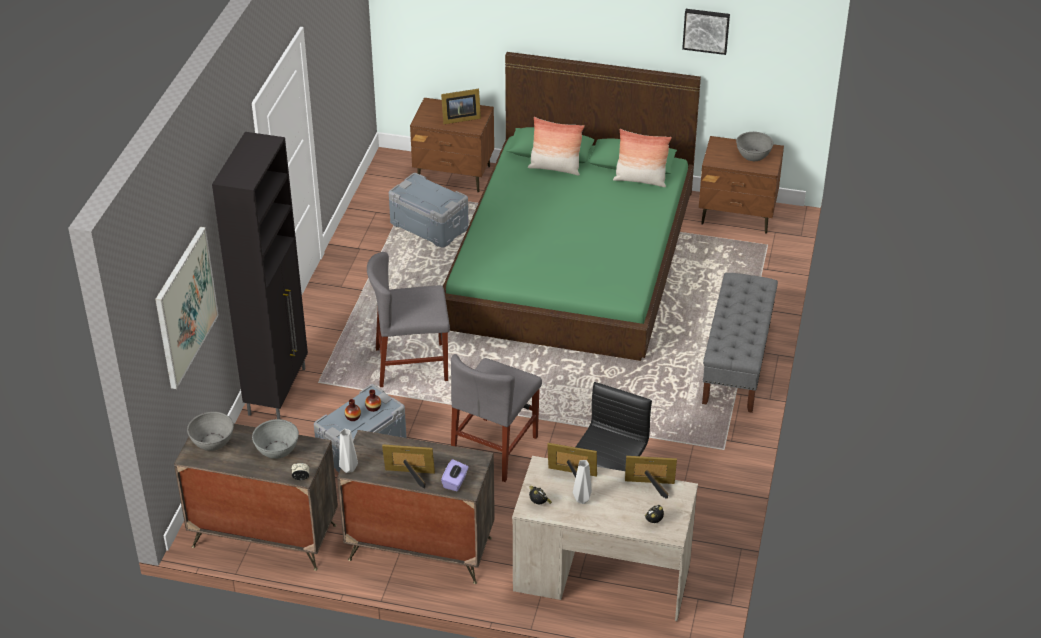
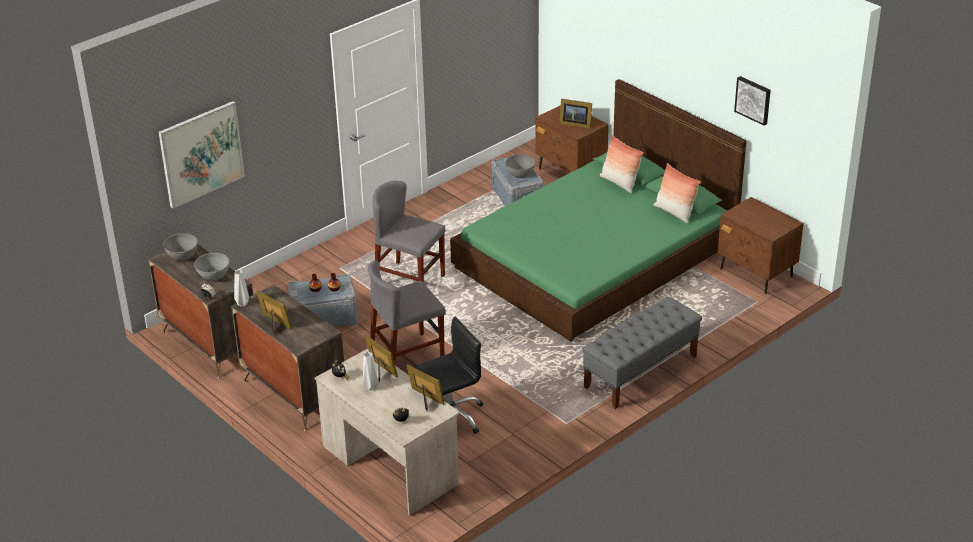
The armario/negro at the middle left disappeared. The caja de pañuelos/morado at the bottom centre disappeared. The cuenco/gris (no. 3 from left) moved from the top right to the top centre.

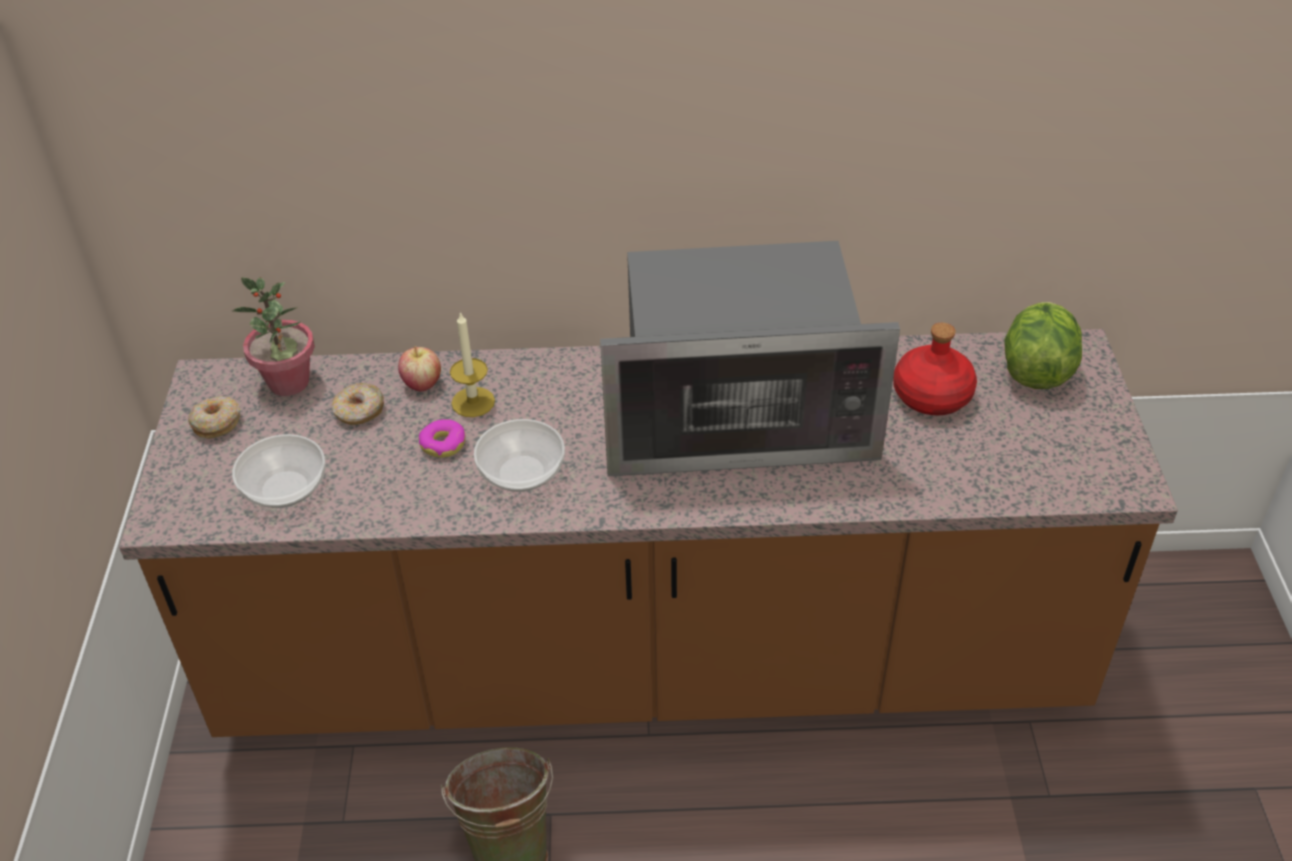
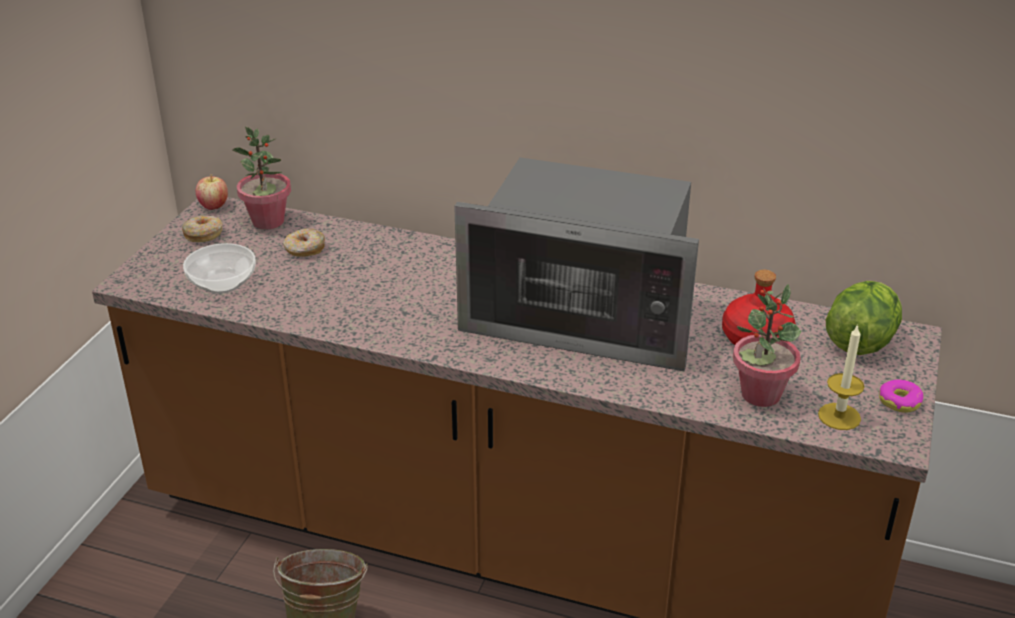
The cuenco (no. 2 from left) at the centre disappeared. The planta en maceta (no. 2 from left) at the middle right appeared. The manzana moved from the middle left to the top left. The rosquilla (no. 3 from left) moved from the centre to the middle right. The vela moved from the centre to the middle right.

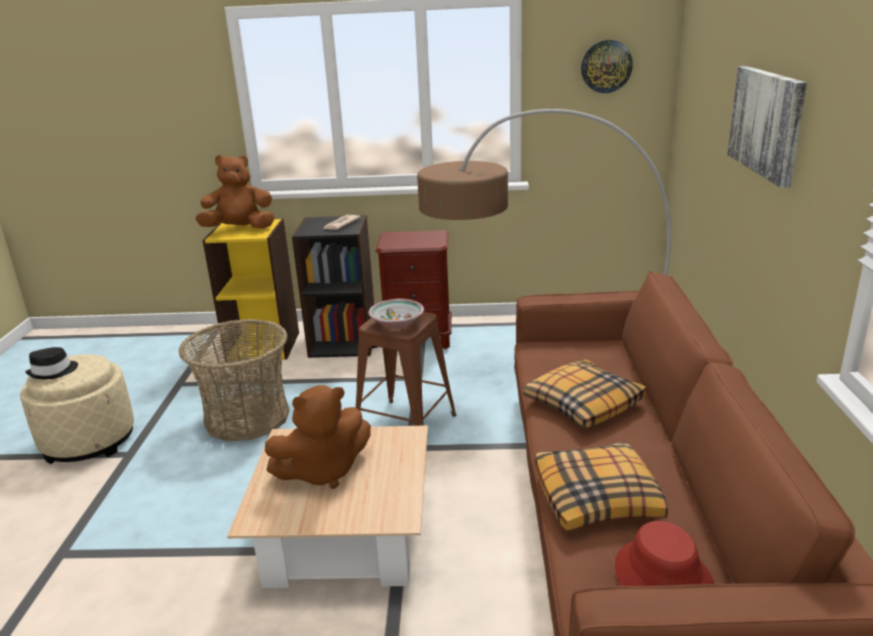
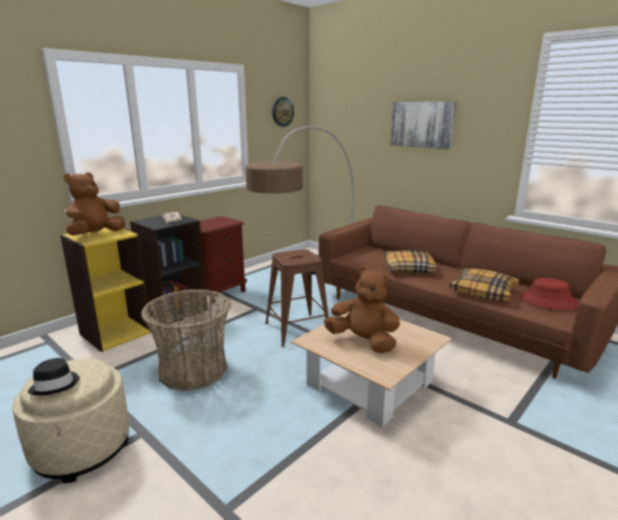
The cuenco at the centre disappeared. The peluche/marrón (no. 2 from left) at the bottom centre turned 75 degrees counterclockwise.

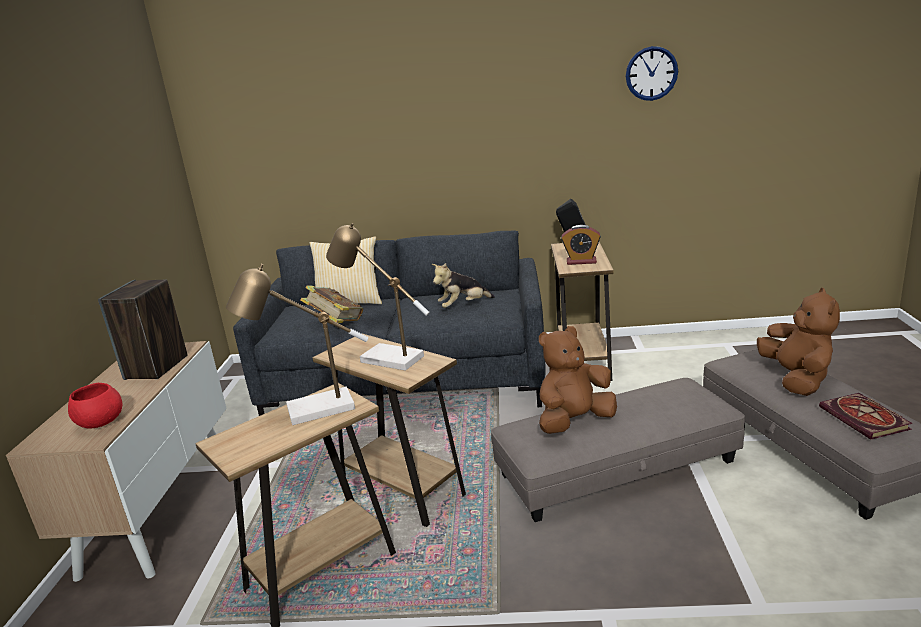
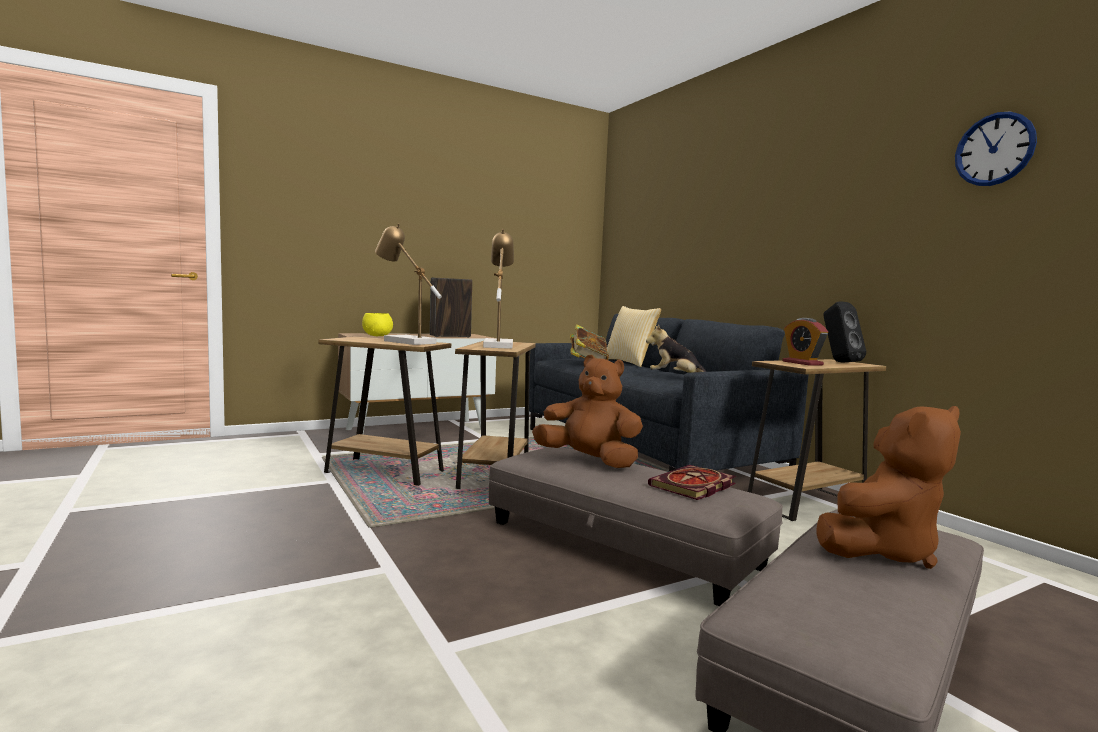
The libro (no. 2 from left) moved from the middle right to the centre. The cuenco/rojo at the middle left became the cuenco/amarillo at the centre.

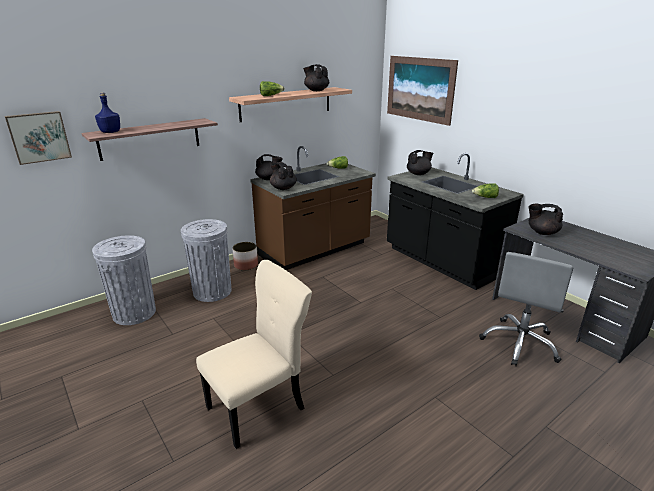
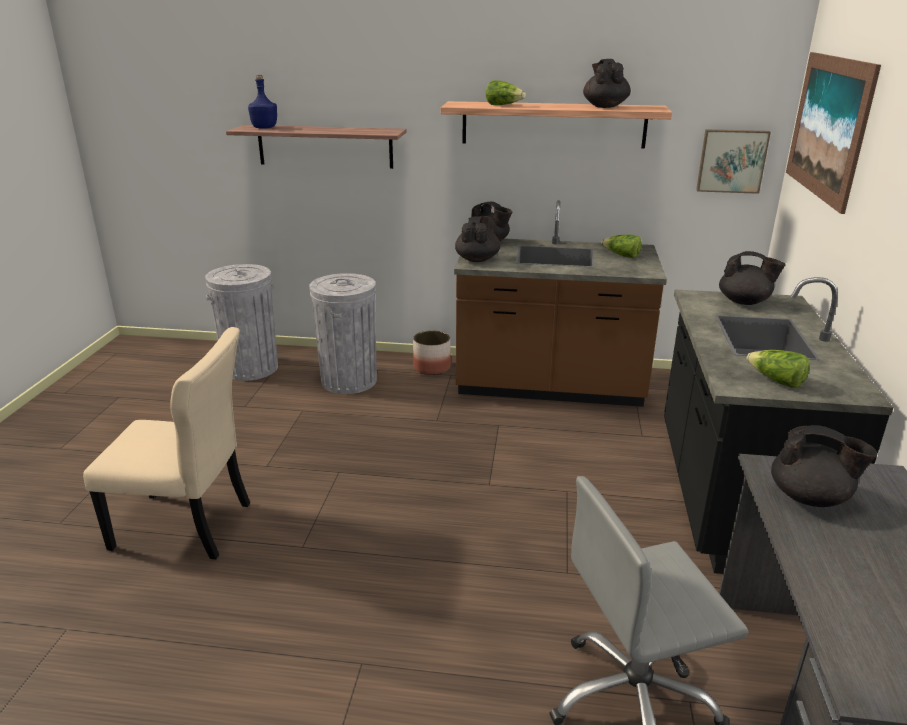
The cuadro (no. 1 from left) moved from the top left to the top right. The tetera/negro (no. 5 from left) at the middle right turned 150 degrees clockwise.

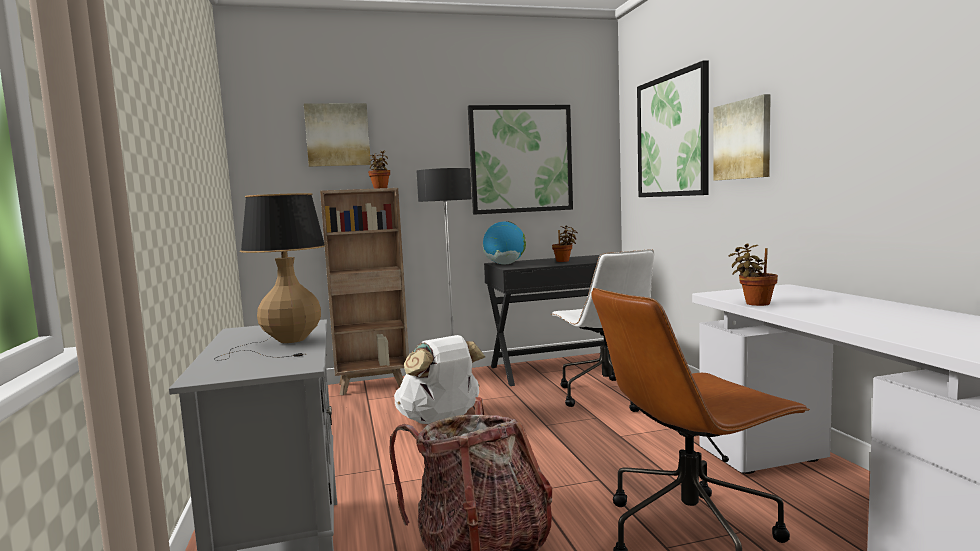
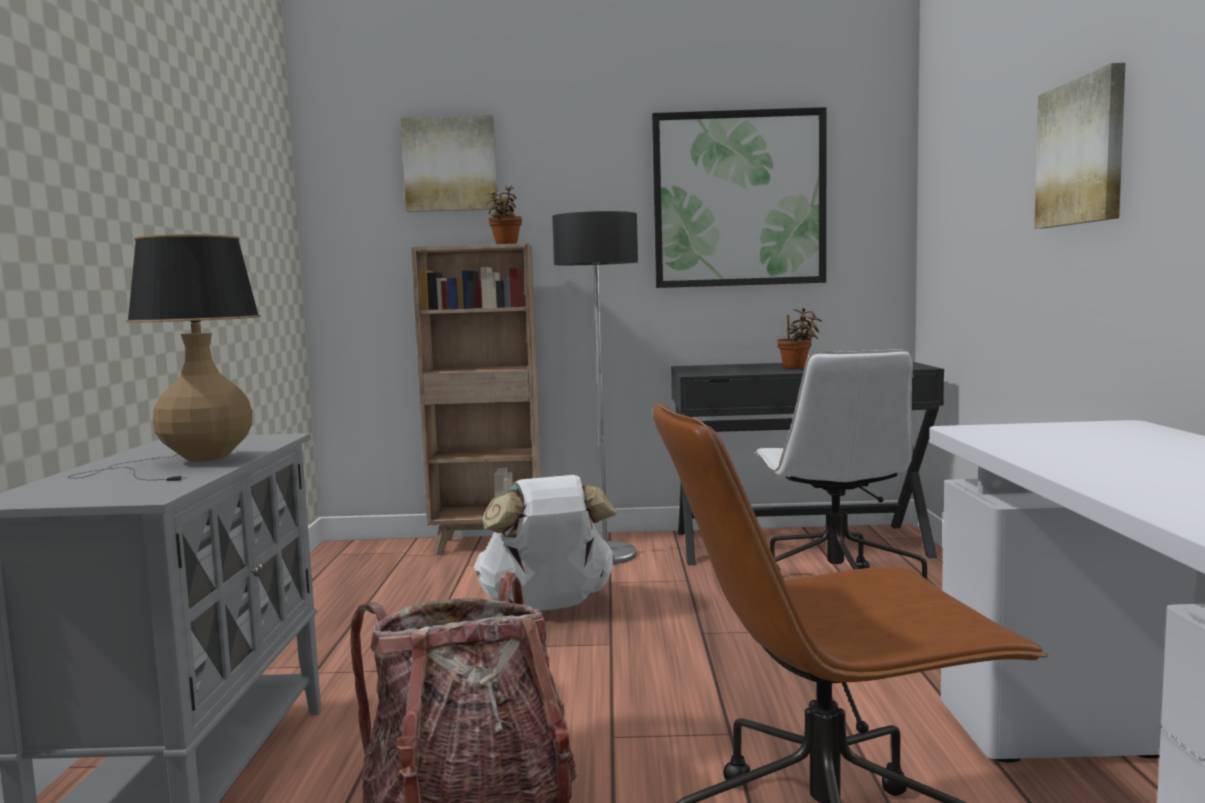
The globo terráqueo at the centre disappeared. The cuadro (no. 3 from left) at the top right disappeared. The planta en maceta (no. 3 from left) at the middle right disappeared.

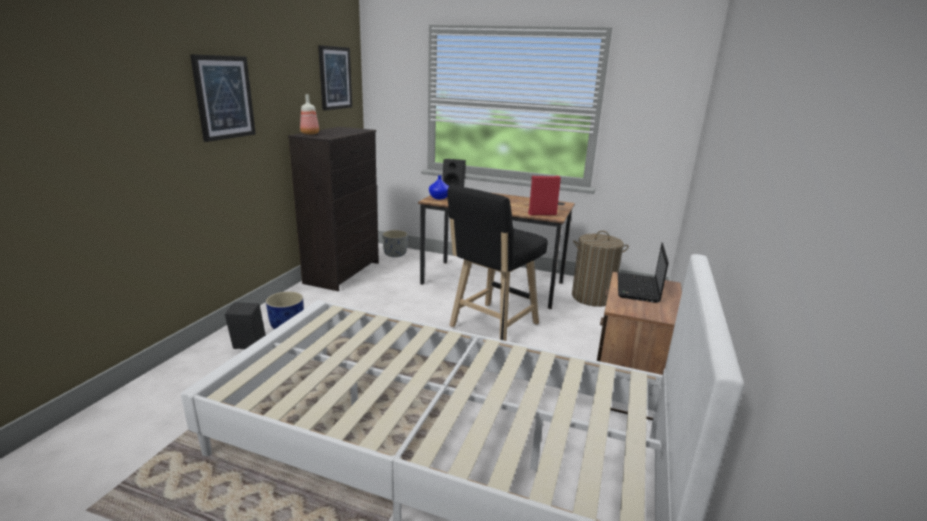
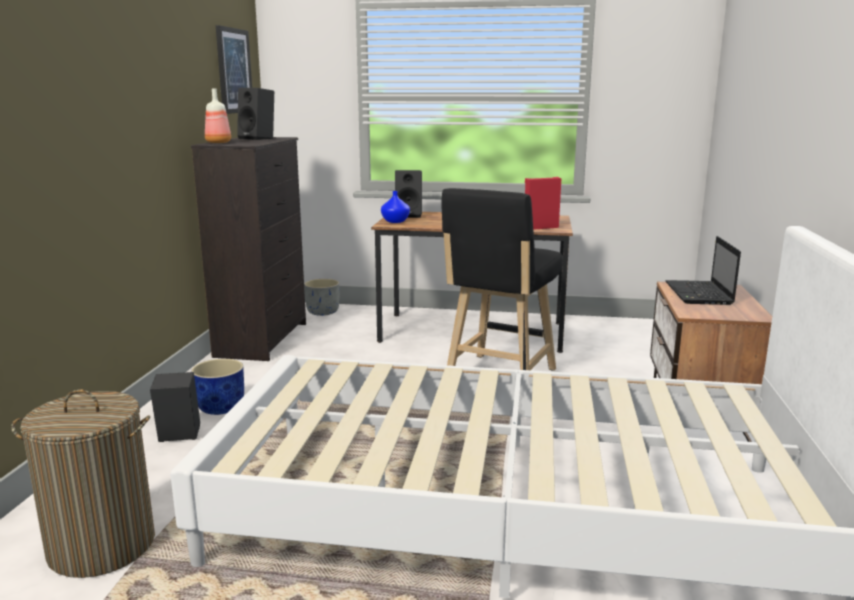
The cuadro (no. 1 from left) at the top left disappeared. The altavoz/negro (no. 2 from left) at the top left appeared. The cesto de la ropa moved from the centre to the bottom left.

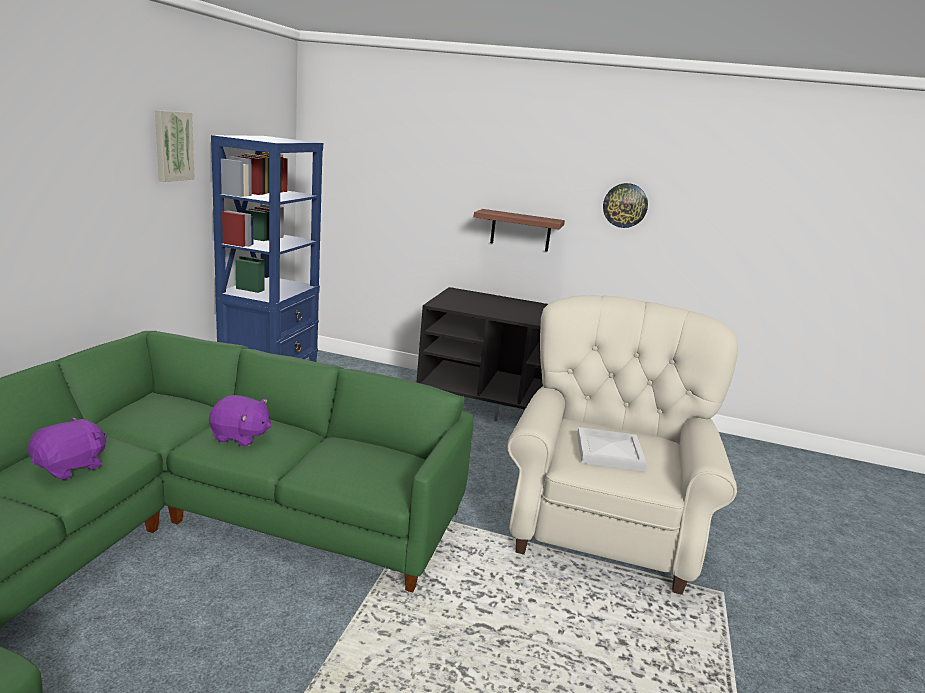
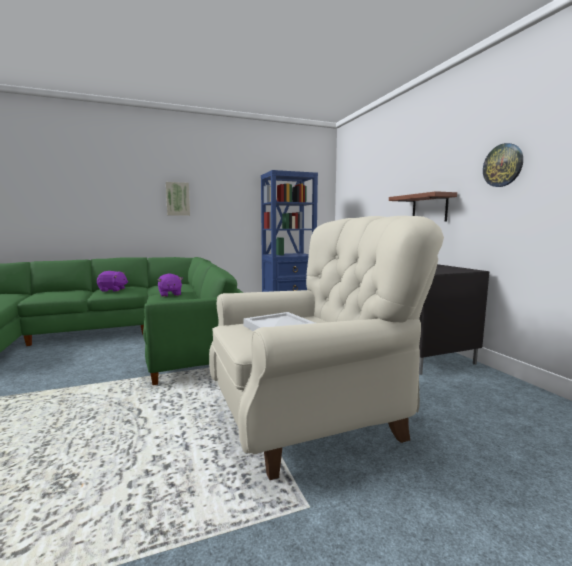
The cuadro moved from the top left to the middle left.

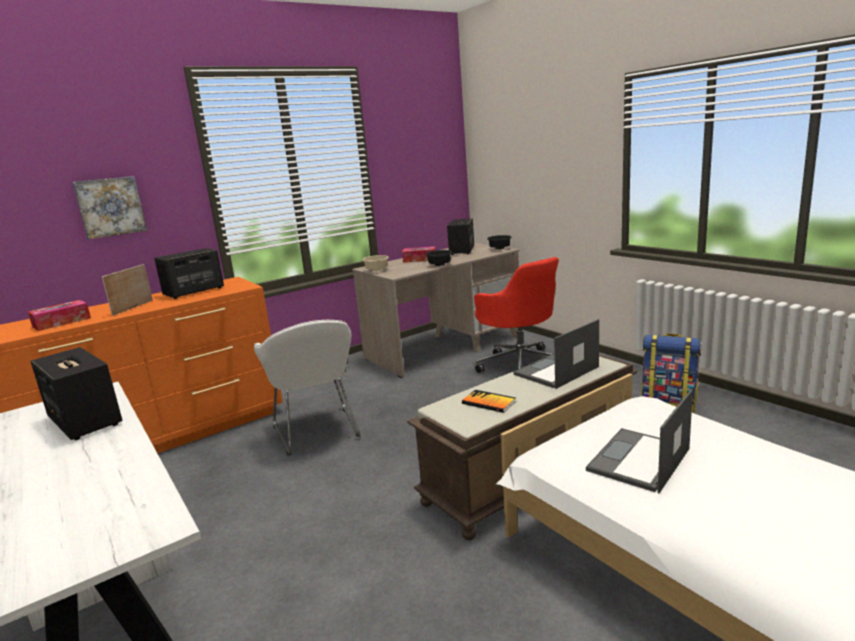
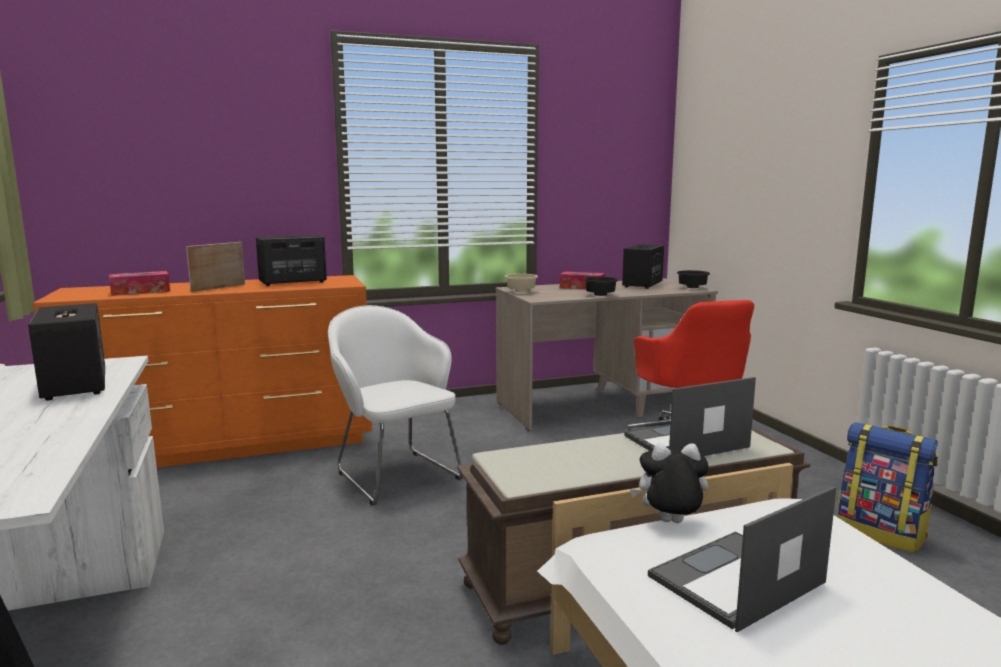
The cuadro at the top left disappeared. The libro at the centre disappeared. The peluche at the bottom right appeared. The sillón/blanco at the centre turned 150 degrees clockwise.

